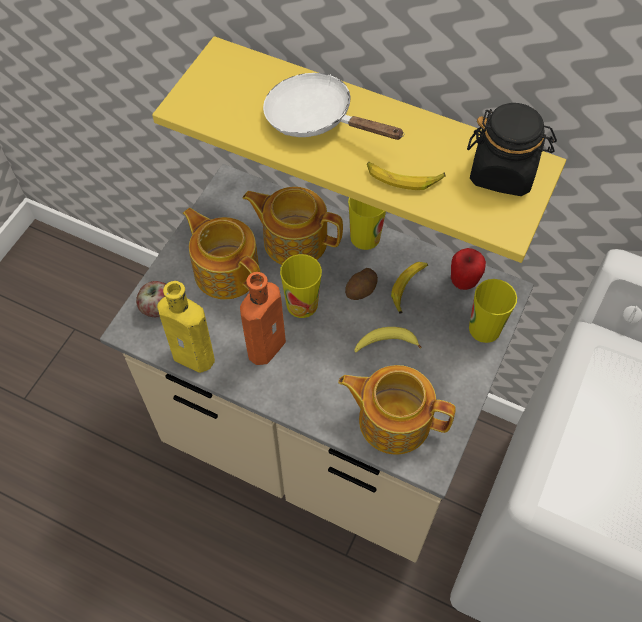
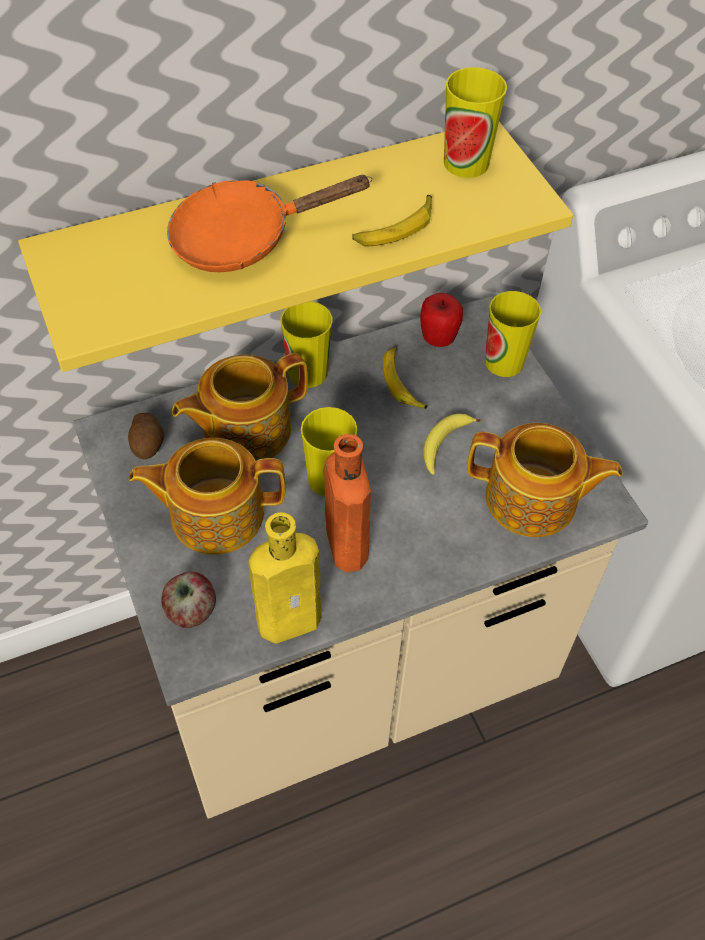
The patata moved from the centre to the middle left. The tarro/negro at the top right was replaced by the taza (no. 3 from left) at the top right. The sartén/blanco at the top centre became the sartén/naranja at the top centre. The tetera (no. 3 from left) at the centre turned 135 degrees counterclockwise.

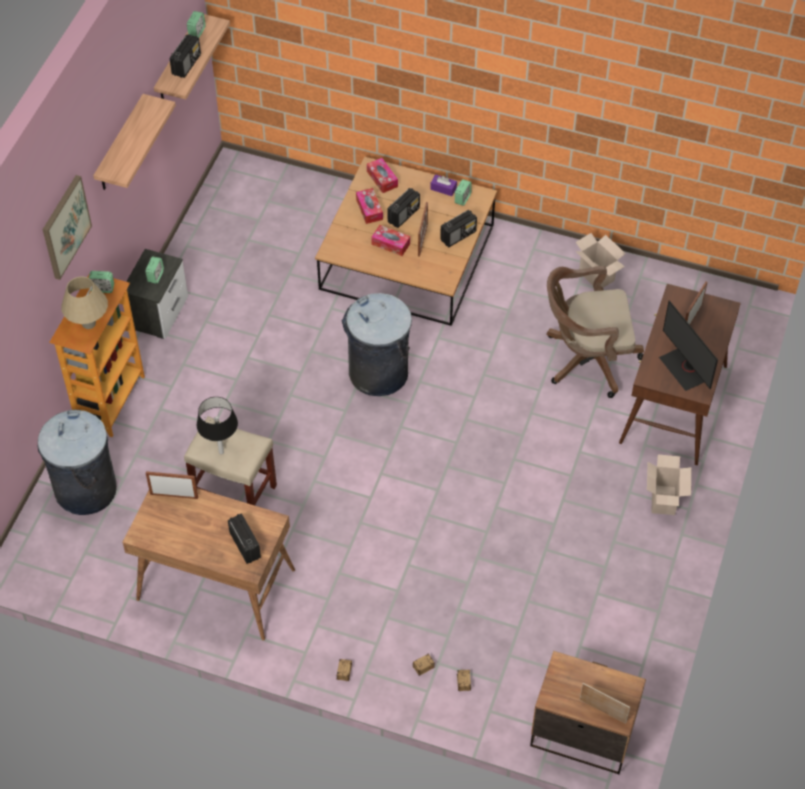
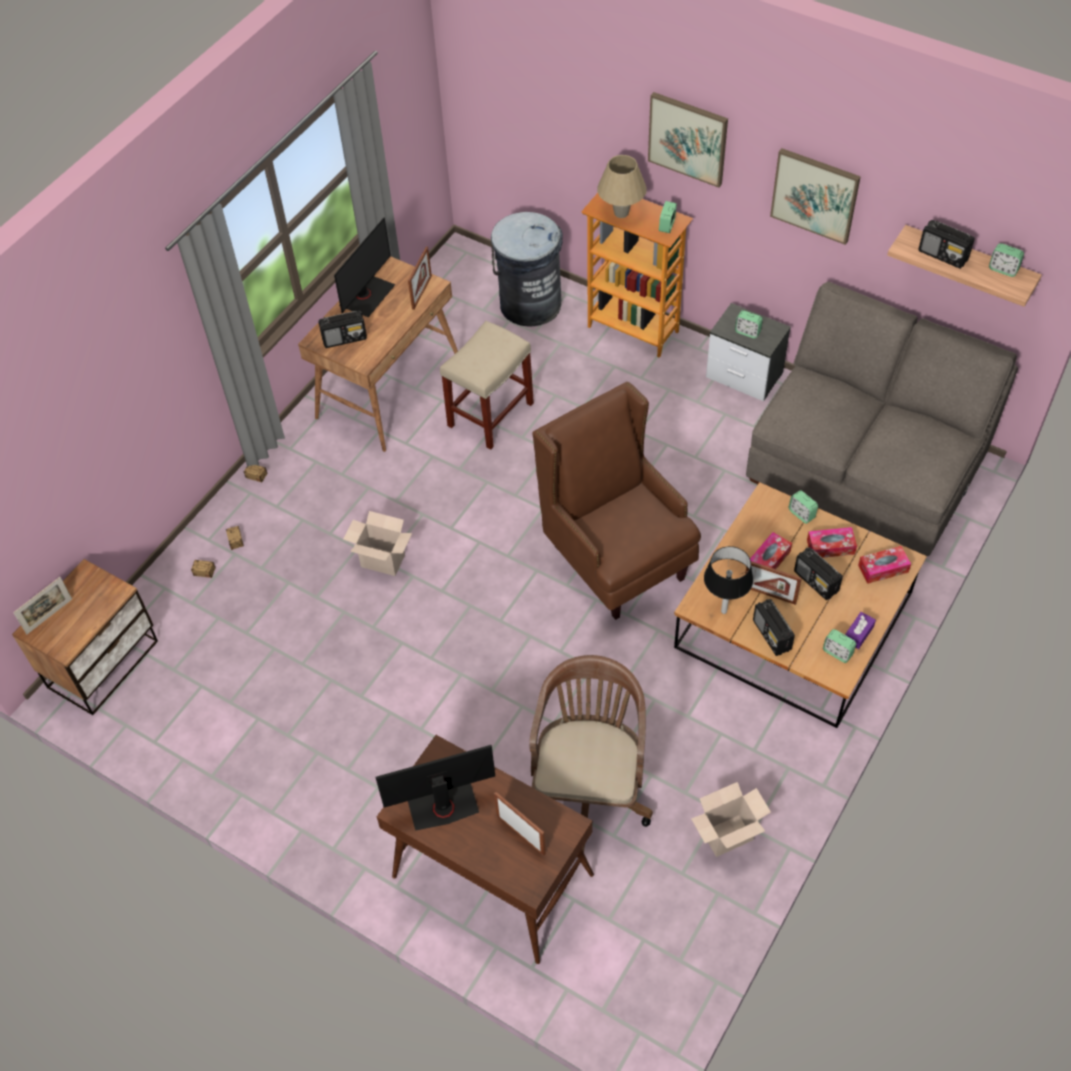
The monitor (no. 1 from left) at the top centre appeared. The sofá/gris at the middle right appeared. The despertador (no. 3 from left) at the middle right appeared. The lámpara de mesa/negro moved from the middle left to the middle right. The caja de cartón (no. 2 from left in the first image) moved from the middle right to the centre. The estante (no. 1 from left) at the top left was replaced by the cuadro (no. 2 from left) at the top right. The papelera/gris (no. 2 from left) at the centre was replaced by the sillón/marrón at the centre.

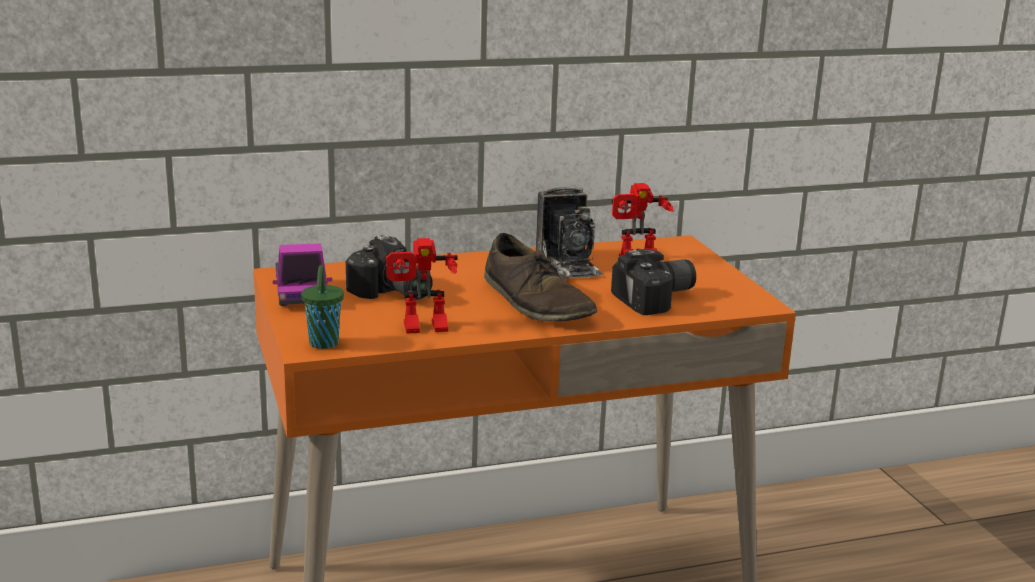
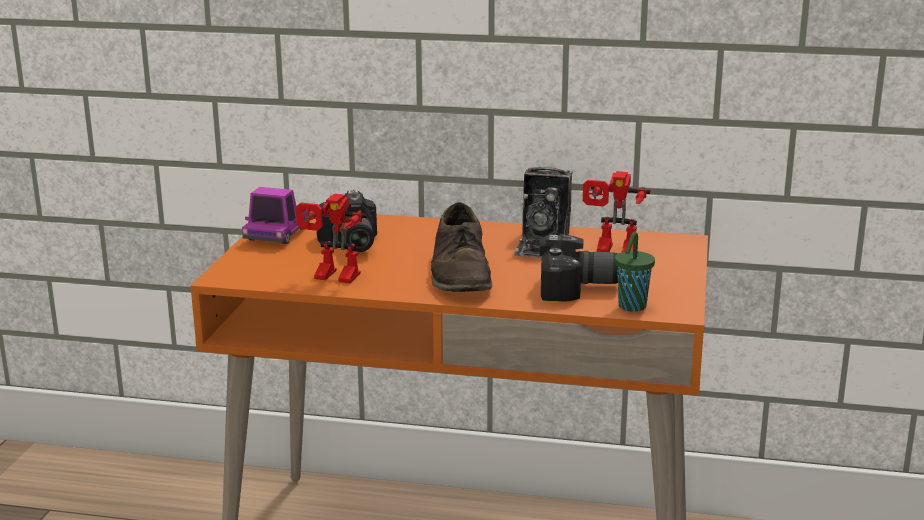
The taza/verde moved from the middle left to the middle right.

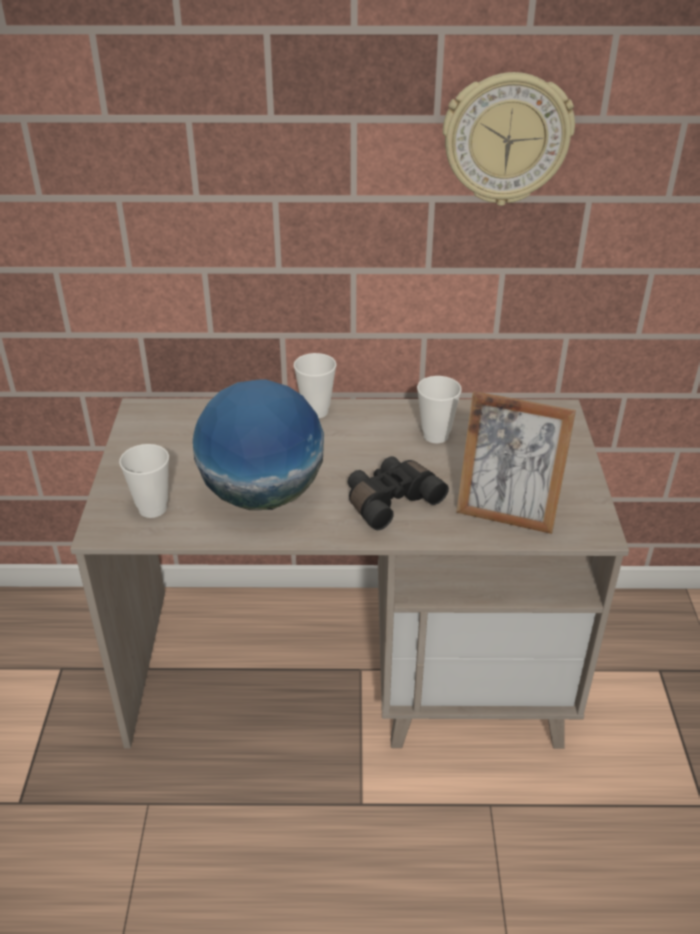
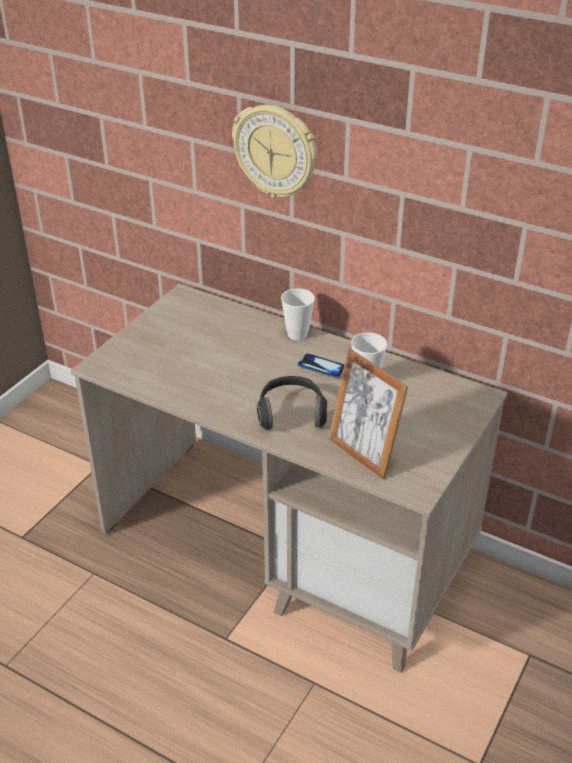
The taza (no. 1 from left) at the middle left disappeared. The globo terráqueo at the centre disappeared. The móvil at the centre appeared. The reloj de pared moved from the top right to the top centre. The prismáticos/negro at the centre was replaced by the auriculares at the centre.

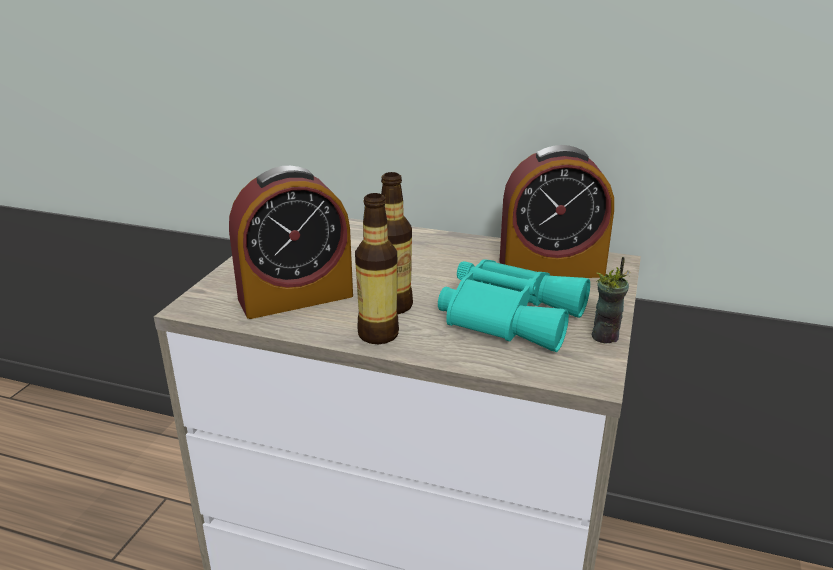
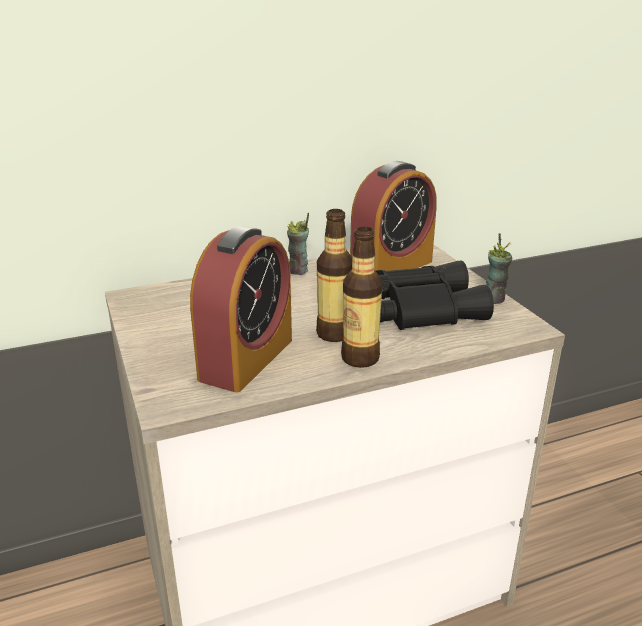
The taza (no. 1 from left) at the centre appeared. The prismáticos/turquesa at the centre became the prismáticos/negro at the middle right.

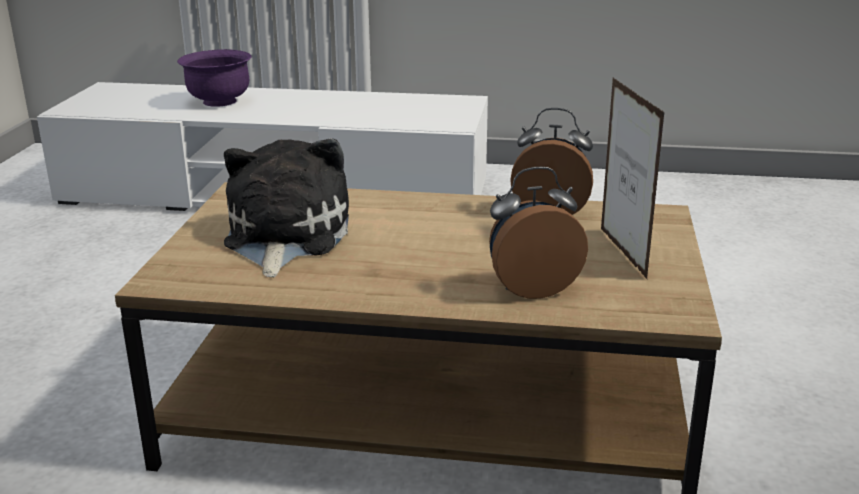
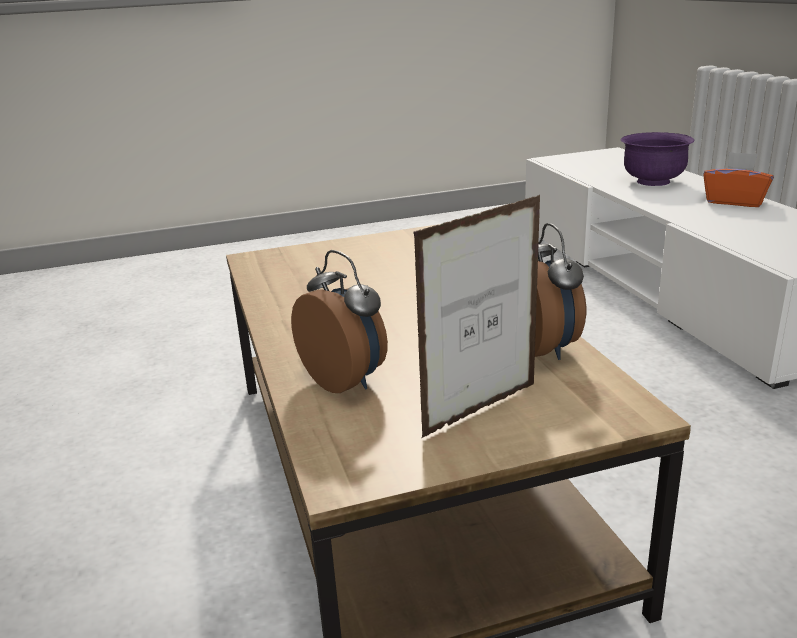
The peluche at the middle left disappeared. The caja de pañuelos/naranja at the top right appeared.

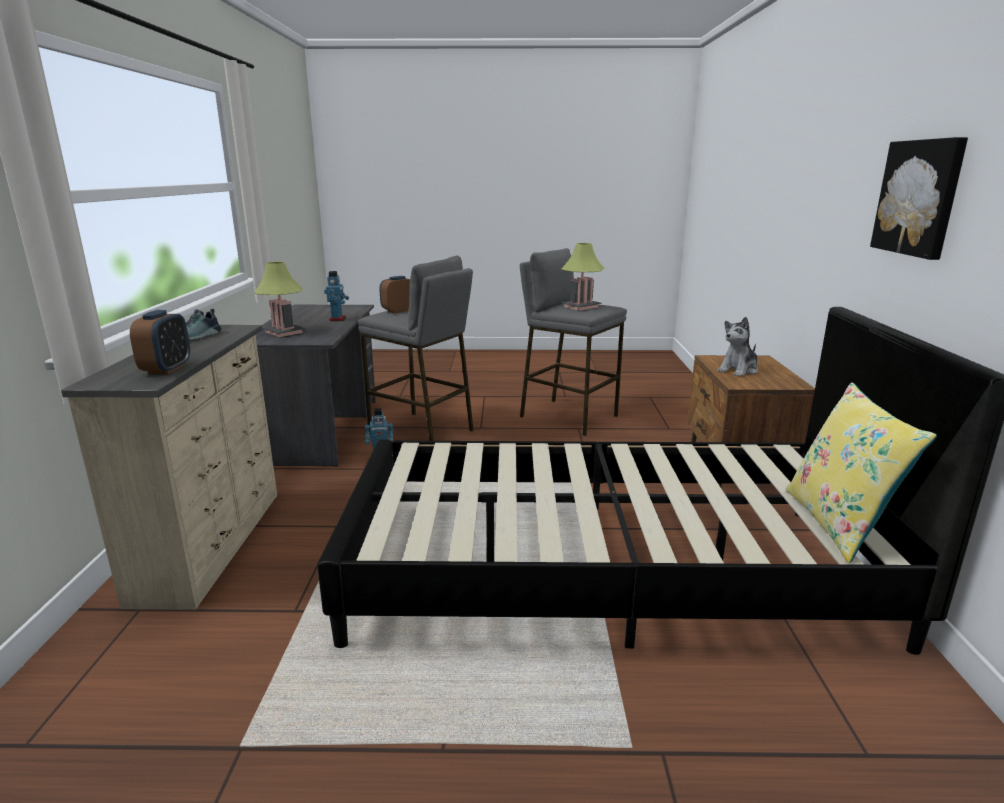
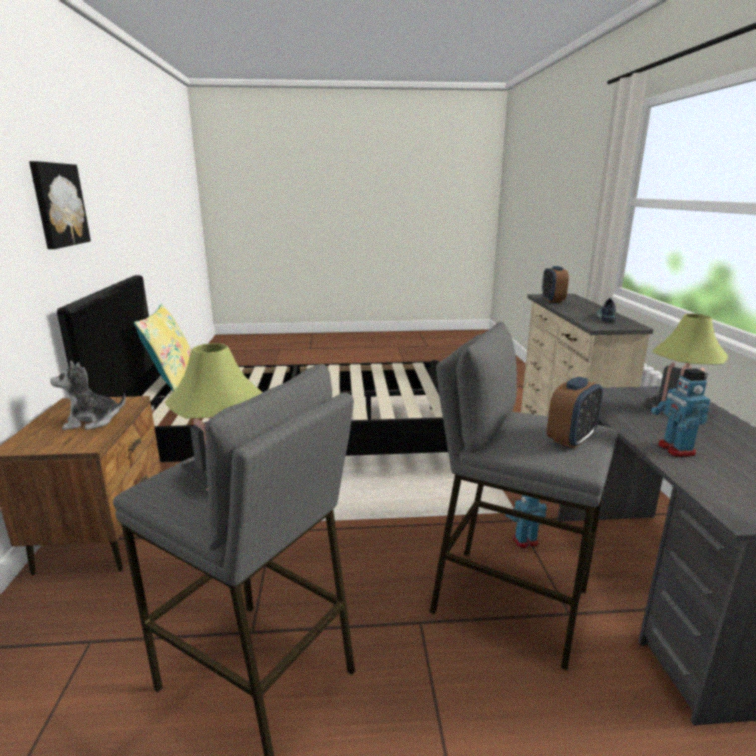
The peluche at the middle right turned 150 degrees counterclockwise.

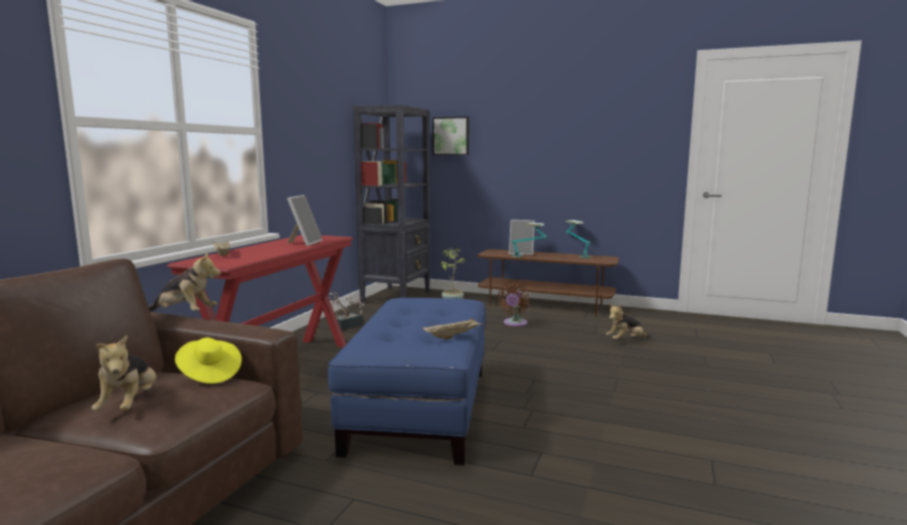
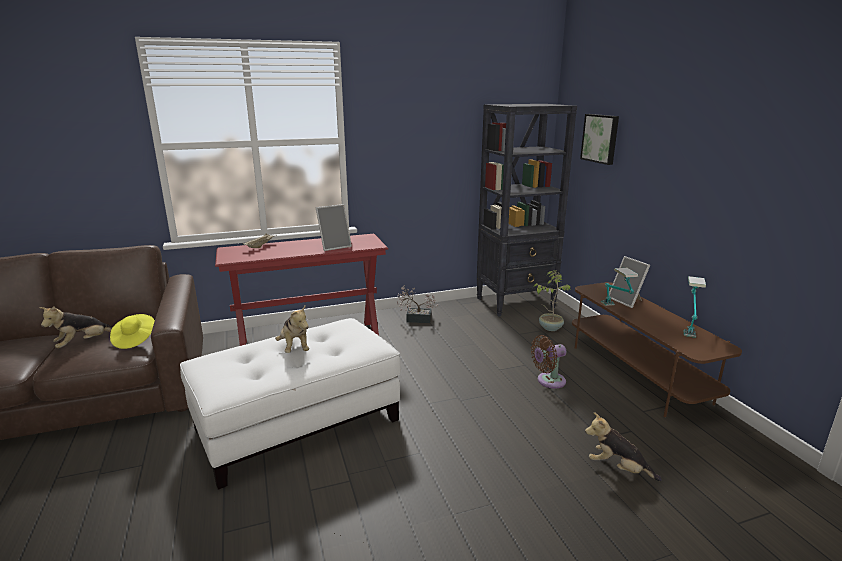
The bandeja/beis (no. 2 from left) at the centre disappeared. The peluche (no. 2 from left) moved from the middle left to the centre. The puf/azul at the bottom centre became the puf/blanco at the bottom centre.

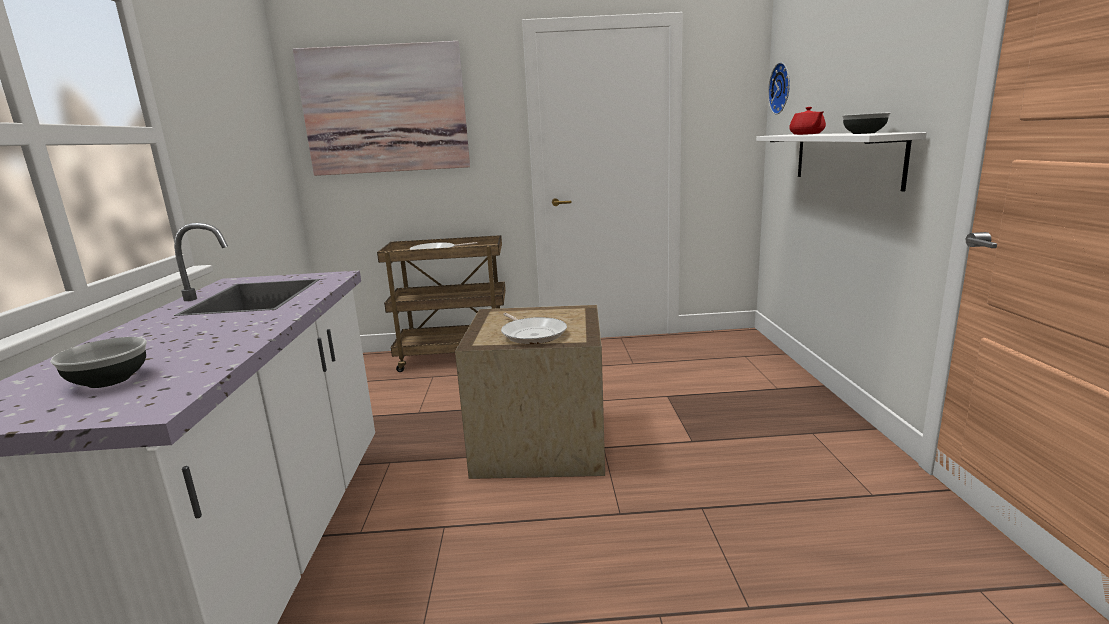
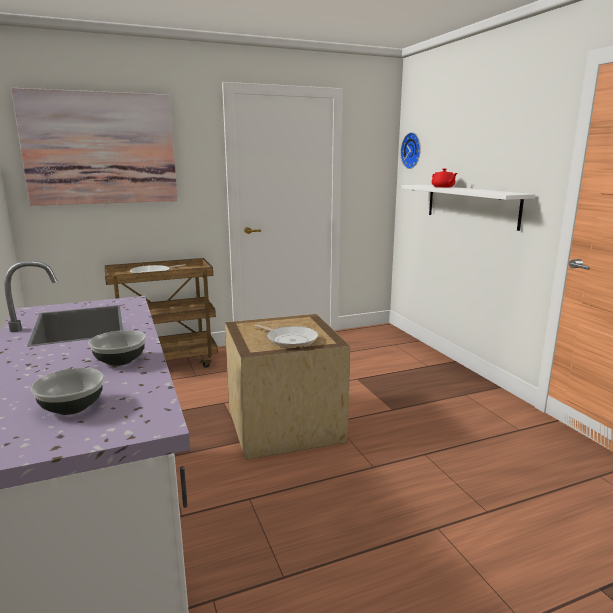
The cuenco (no. 2 from left) moved from the top right to the middle left.

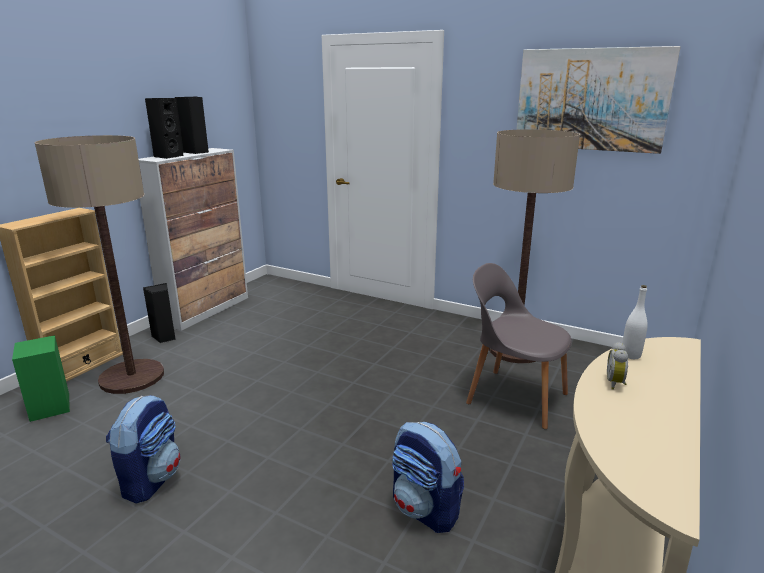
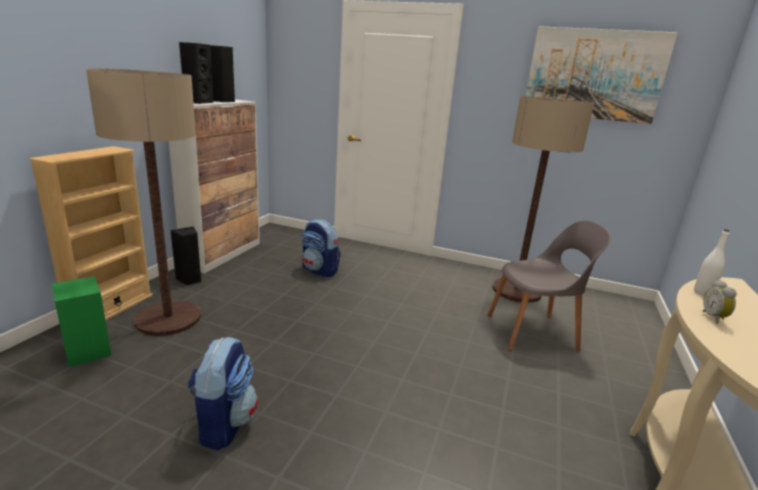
The mochila (no. 2 from left) moved from the bottom centre to the centre. The silla/gris at the middle right turned 150 degrees clockwise.

